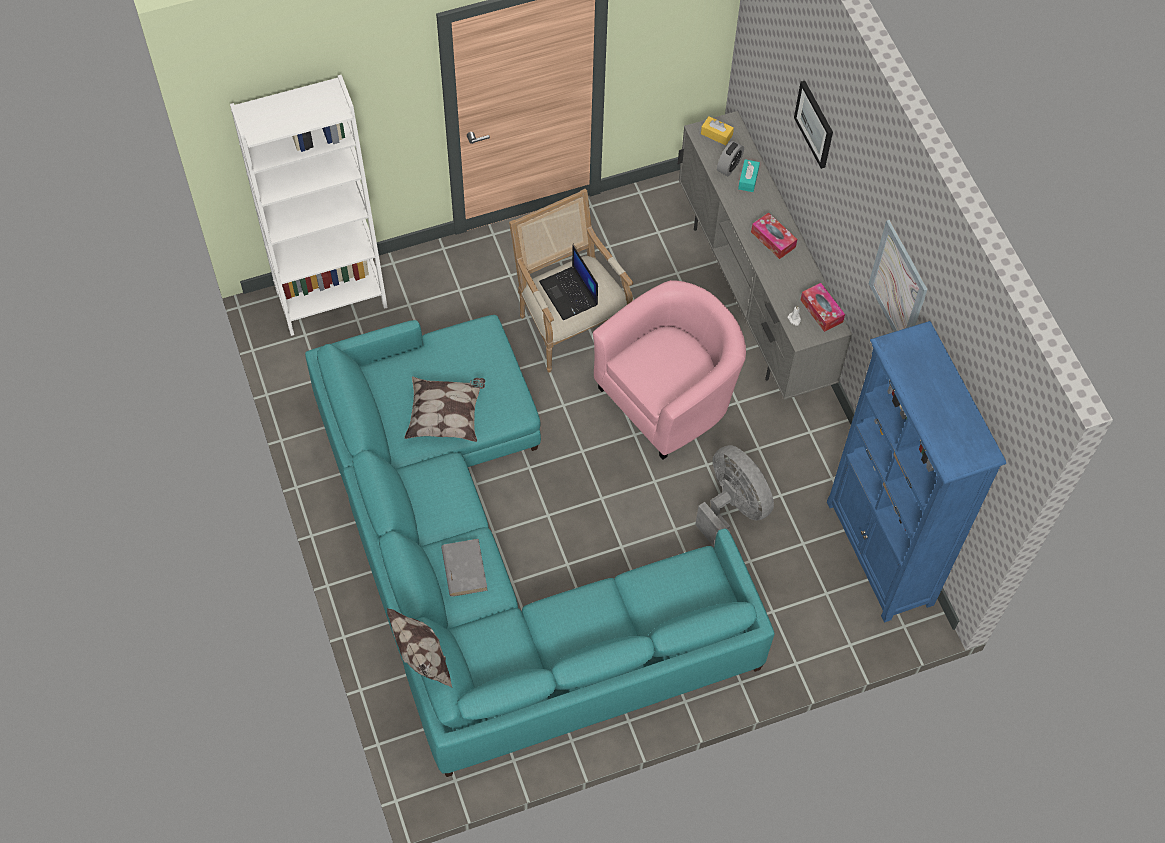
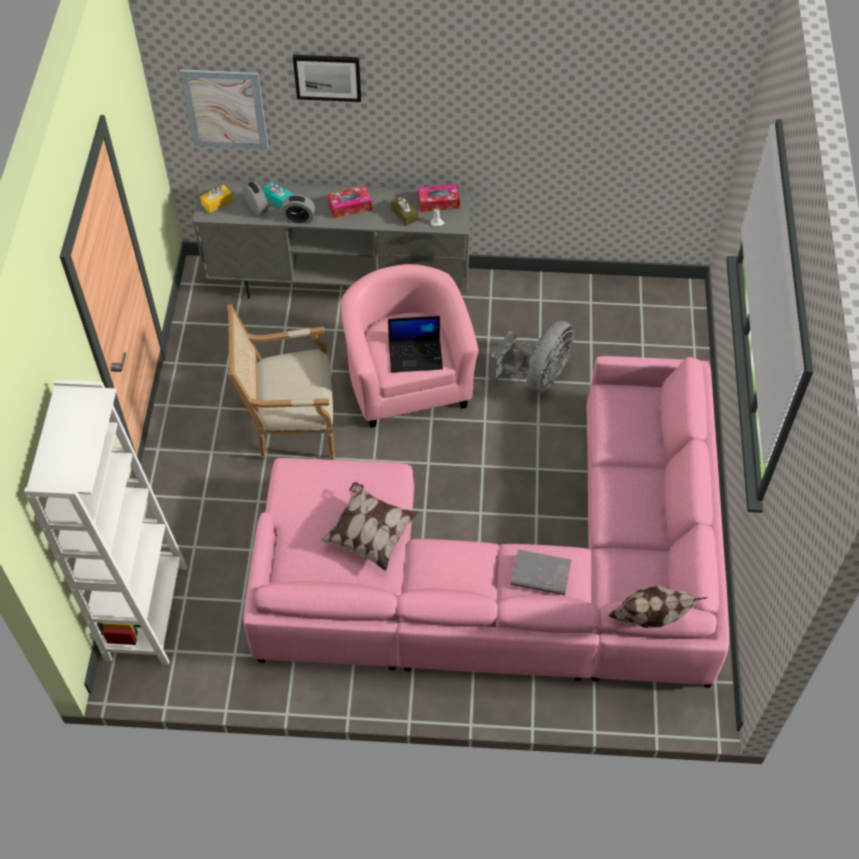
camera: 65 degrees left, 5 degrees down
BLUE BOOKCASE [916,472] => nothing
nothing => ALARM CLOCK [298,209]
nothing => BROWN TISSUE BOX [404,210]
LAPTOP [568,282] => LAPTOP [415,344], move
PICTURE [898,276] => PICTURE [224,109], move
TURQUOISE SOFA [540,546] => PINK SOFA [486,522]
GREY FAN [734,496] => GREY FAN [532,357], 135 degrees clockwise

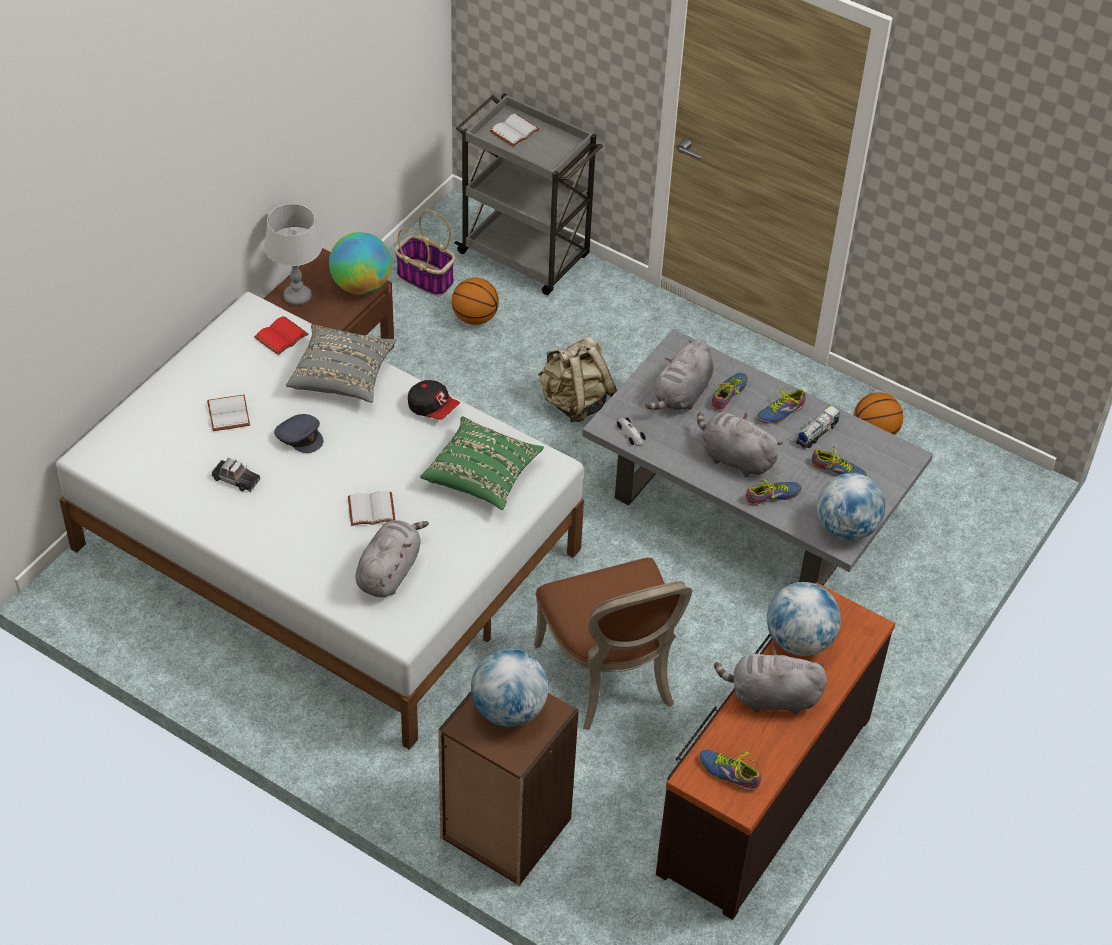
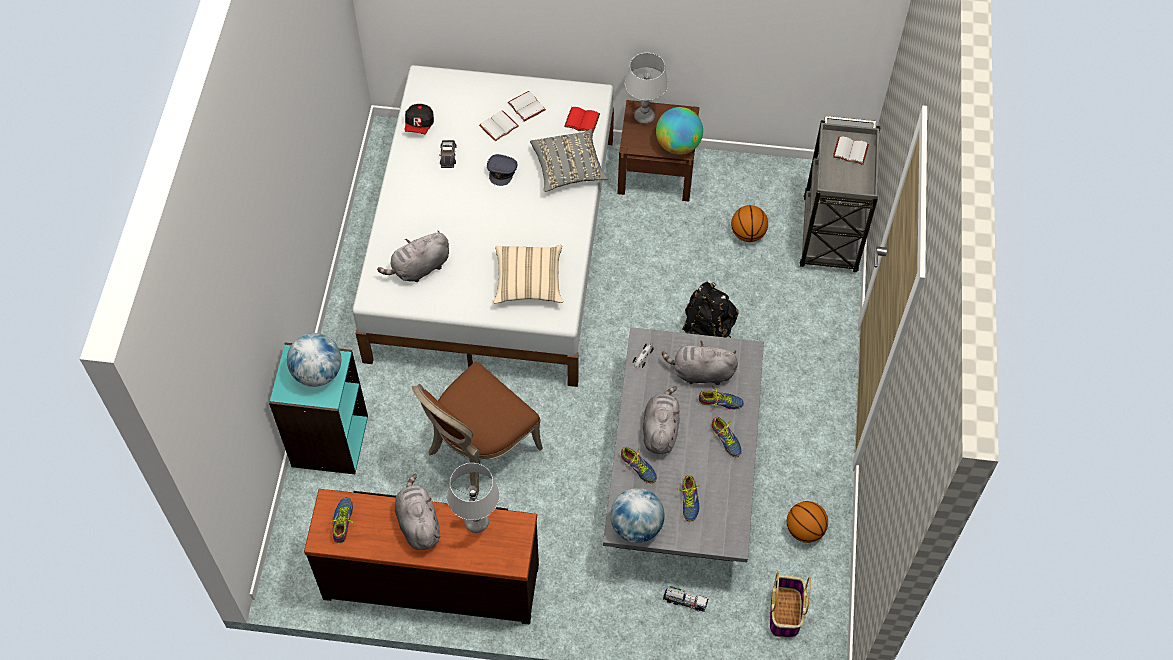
camera: 65 degrees right, 10 degrees up
WHITE BOOK [371,508] => WHITE BOOK [527,106], move
BASKET [425,253] => BASKET [790,604], move
CAP [434,399] => CAP [419,119], move
TOY TRUCK [817,427] => TOY TRUCK [685,598], move
GLOBE [804,619] => GREY TABLE LAMP [473,498]
GREEN PILLOW [482,463] => BEIGE PILLOW [528,274]
BROWN BOOKCASE [508,788] => TURQUOISE BOOKCASE [318,408]
BEIGE BACKPACK [577,379] => BLACK BACKPACK [710,309]
GREY PLUSH TOY [392,558] => GREY PLUSH TOY [413,256], 150 degrees clockwise
SHOE [781,403] => SHOE [727,437], 150 degrees counterclockwise

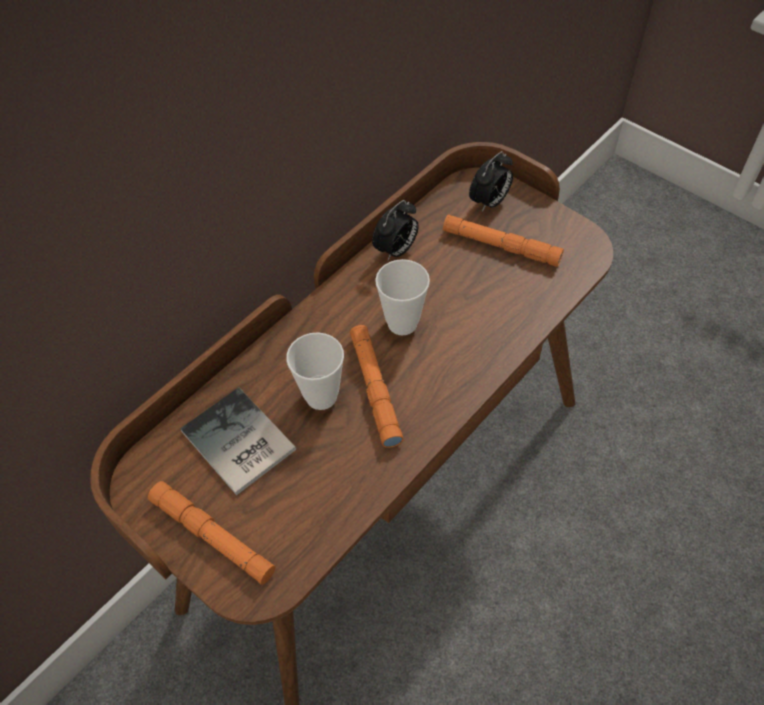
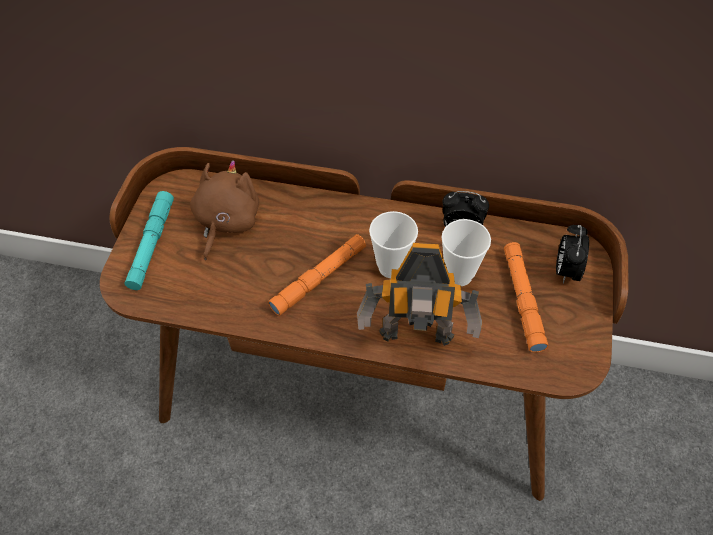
camera: 60 degrees right, 0 degrees up
nothing => TOY ROBOT [419,294]
CUP [315,371] => CUP [466,252], move
BOOK [238,441] => BROWN PLUSH TOY [224,210]
ORANGE FLASHLIGHT [211,533] => TURQUOISE FLASHLIGHT [149,240]
ALARM CLOCK [491,181] => ALARM CLOCK [572,254], 90 degrees clockwise

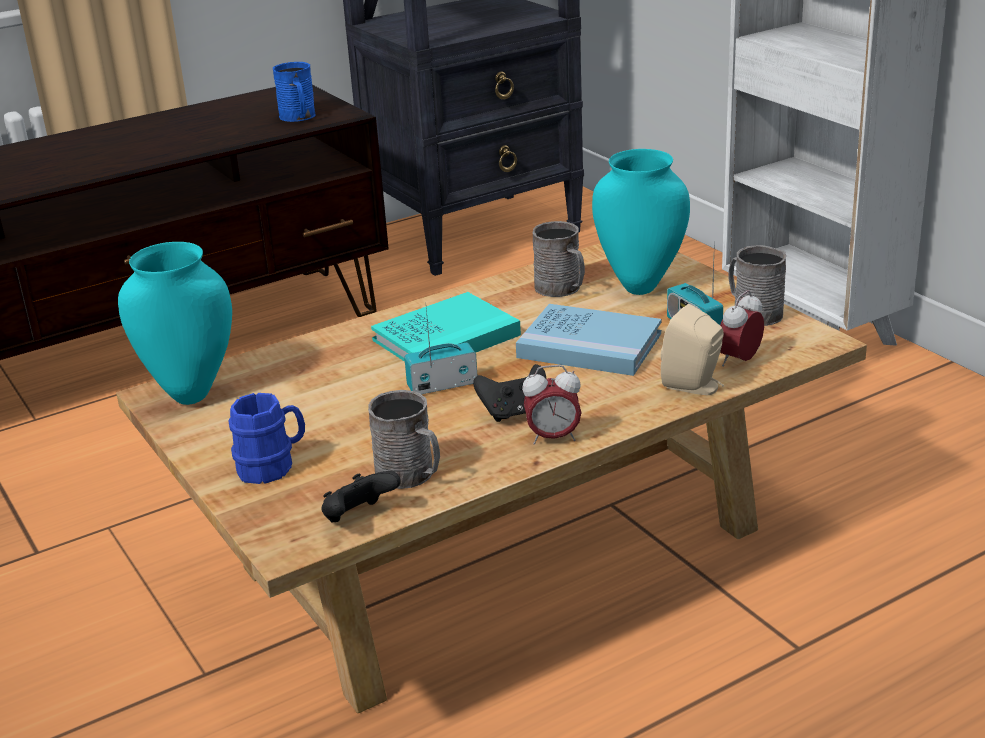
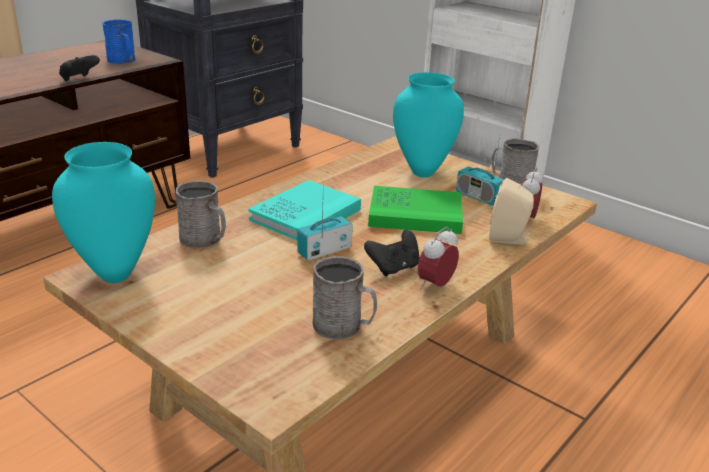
camera: 20 degrees left, 0 degrees up
BLUE MUG [267,438] => nothing
BLACK GAME CONTROLLER [361,496] => BLACK GAME CONTROLLER [79,68], move
GREY MUG [559,259] => GREY MUG [201,214], move
BLUE BOOK [588,340] => GREEN BOOK [415,210]
ALARM CLOCK [551,404] => ALARM CLOCK [438,258], 150 degrees clockwise

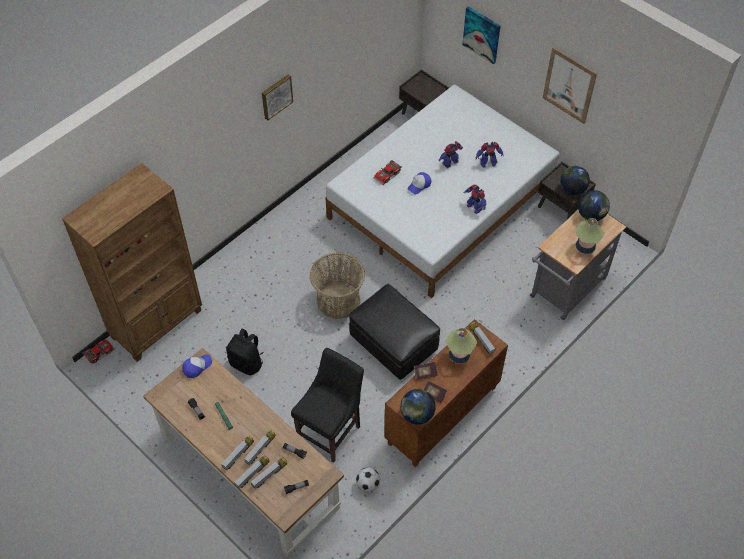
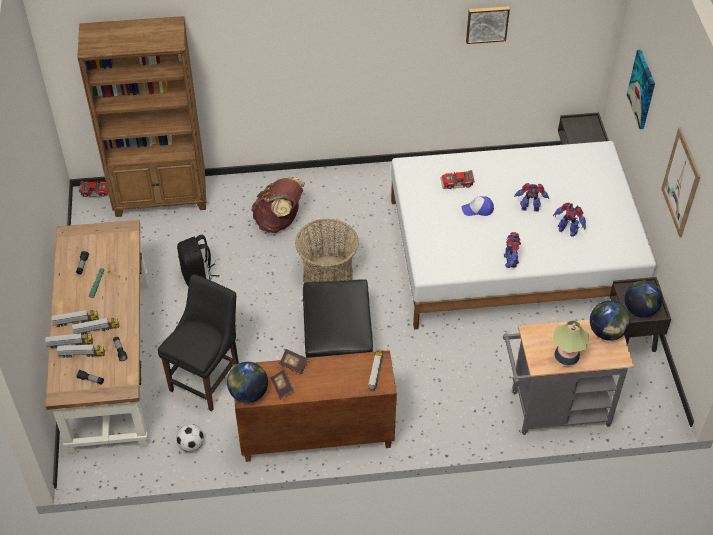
camera: 40 degrees right, 5 degrees down
CAP [197,366] => nothing
TABLE LAMP [461,346] => nothing
nothing => BROWN BACKPACK [278,204]
PICTURE [277,97] => PICTURE [488,25], move
BLACK CHAIR [327,405] => BLACK CHAIR [198,342], 45 degrees counterclockwise

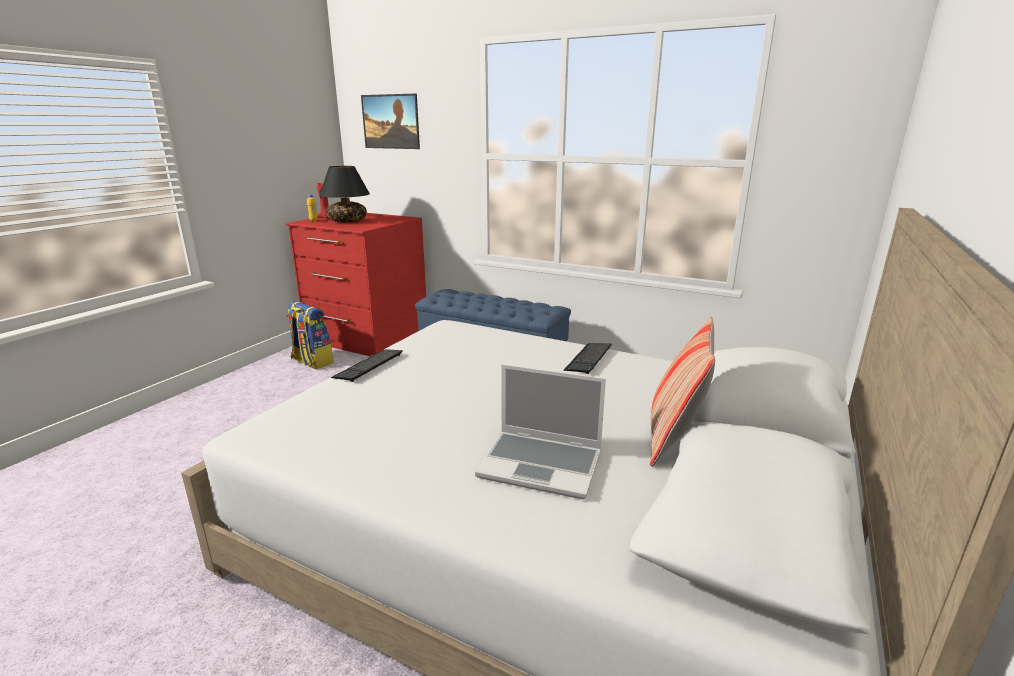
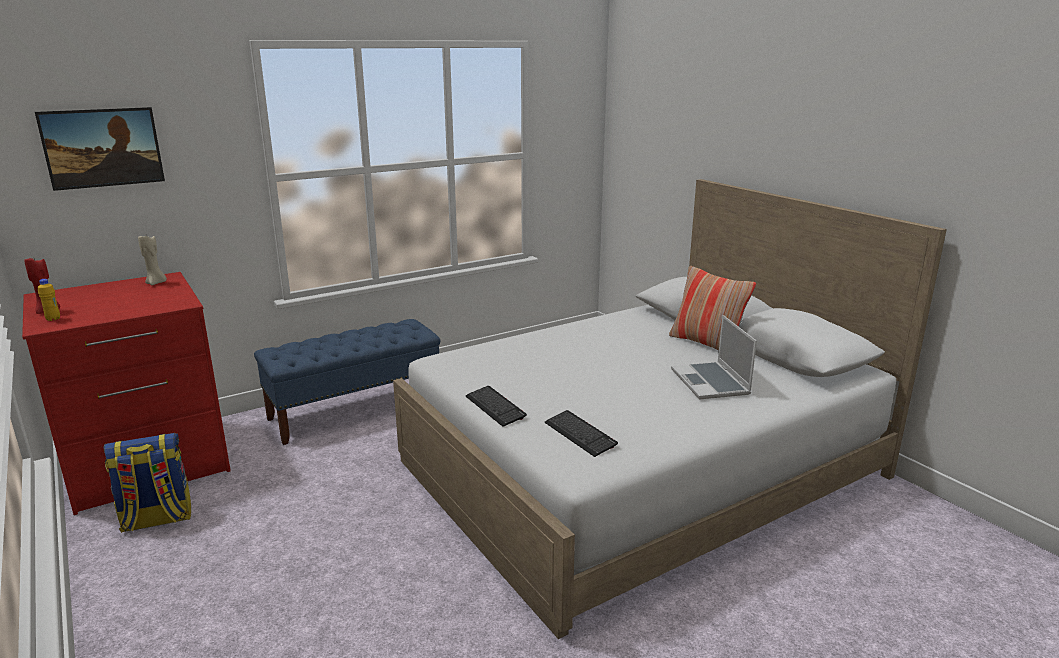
camera: 60 degrees left, 0 degrees up
BLACK TABLE LAMP [344,194] => nothing
nothing => BEIGE CANDLE [152,260]
KEYBOARD [588,358] => KEYBOARD [581,433], move
LAPTOP [540,431] => LAPTOP [714,357], 120 degrees clockwise

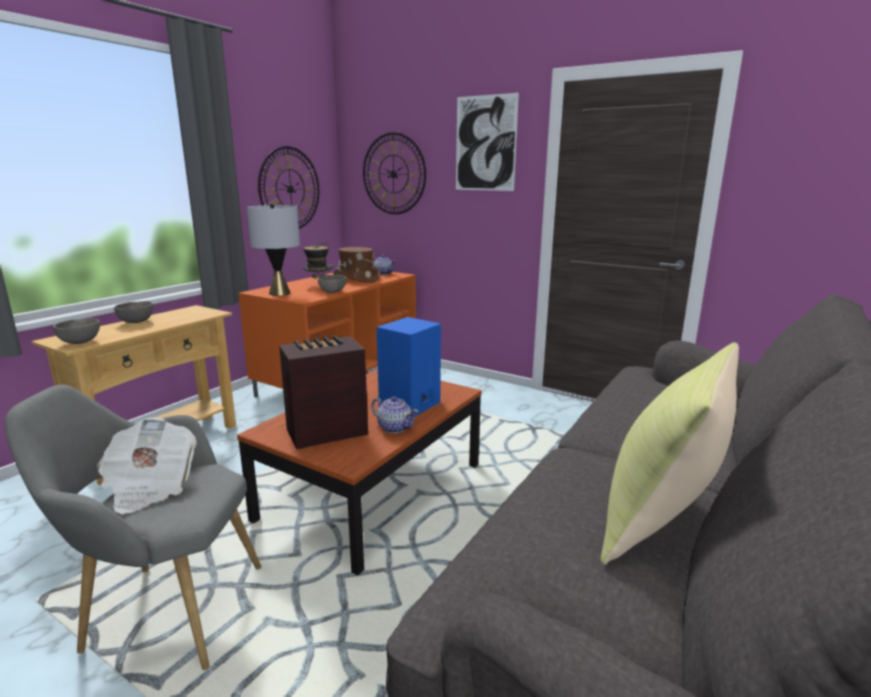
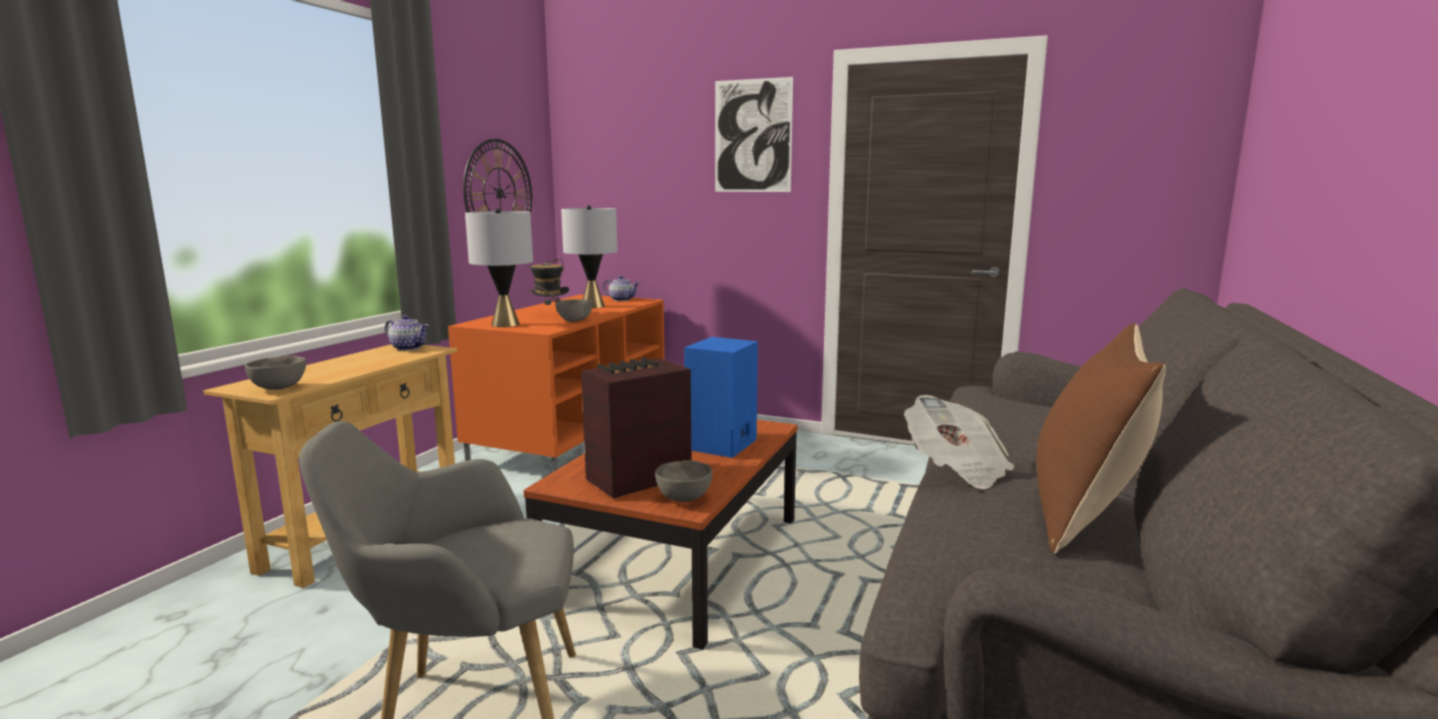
camera: 10 degrees left, 5 degrees down
WALL CLOCK [394,173] => nothing
NEWSPAPER [147,465] => NEWSPAPER [959,442], move
GREY BOWL [134,312] => GREY BOWL [684,481], move
TEAPOT [395,414] => TEAPOT [407,333], move
BROWN HAT [356,265] => GREY TABLE LAMP [589,256]
YELLOW PILLOW [670,454] => BROWN PILLOW [1101,438]

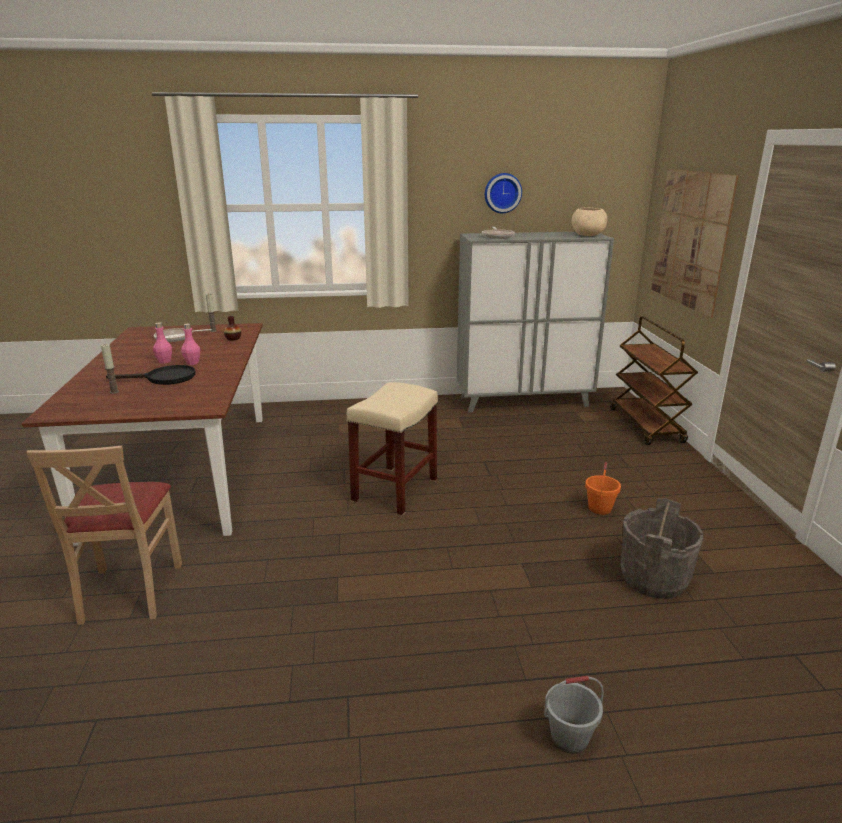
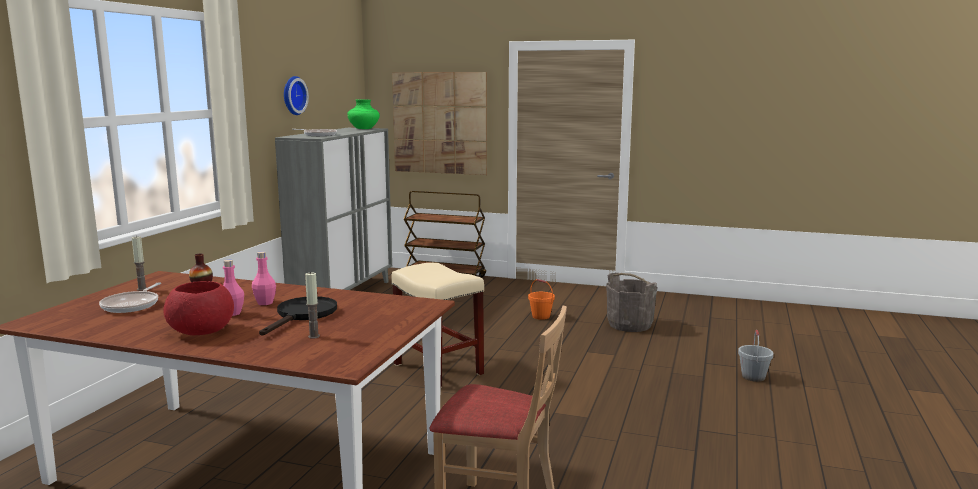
camera: 65 degrees left, 10 degrees down
nothing => RED BOWL [199,308]
BEIGE BOWL [589,222] => GREEN VASE [363,114]

